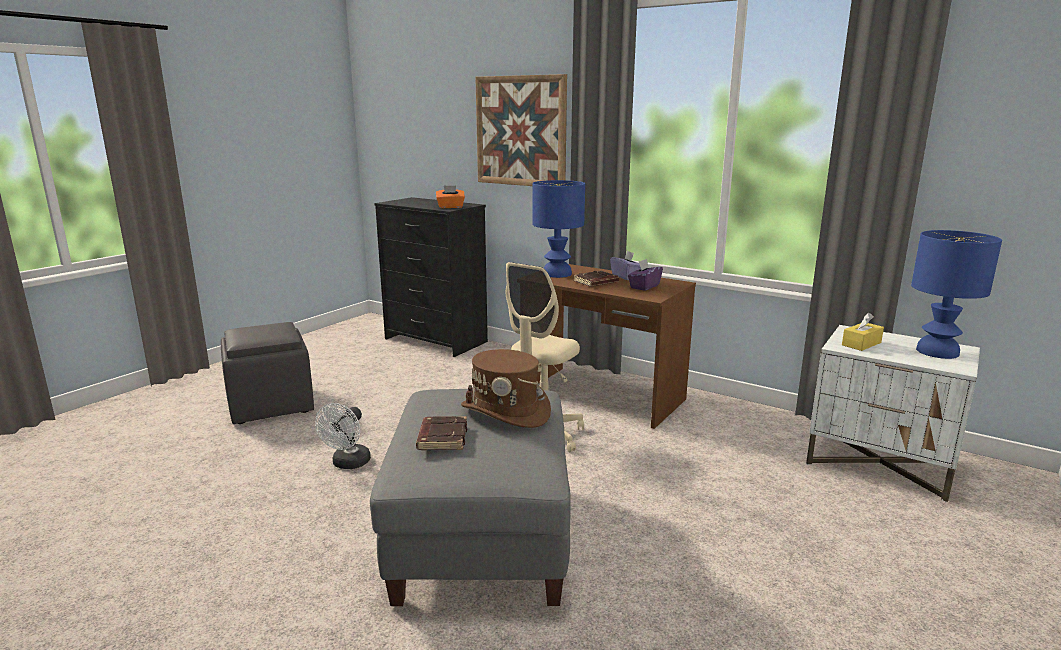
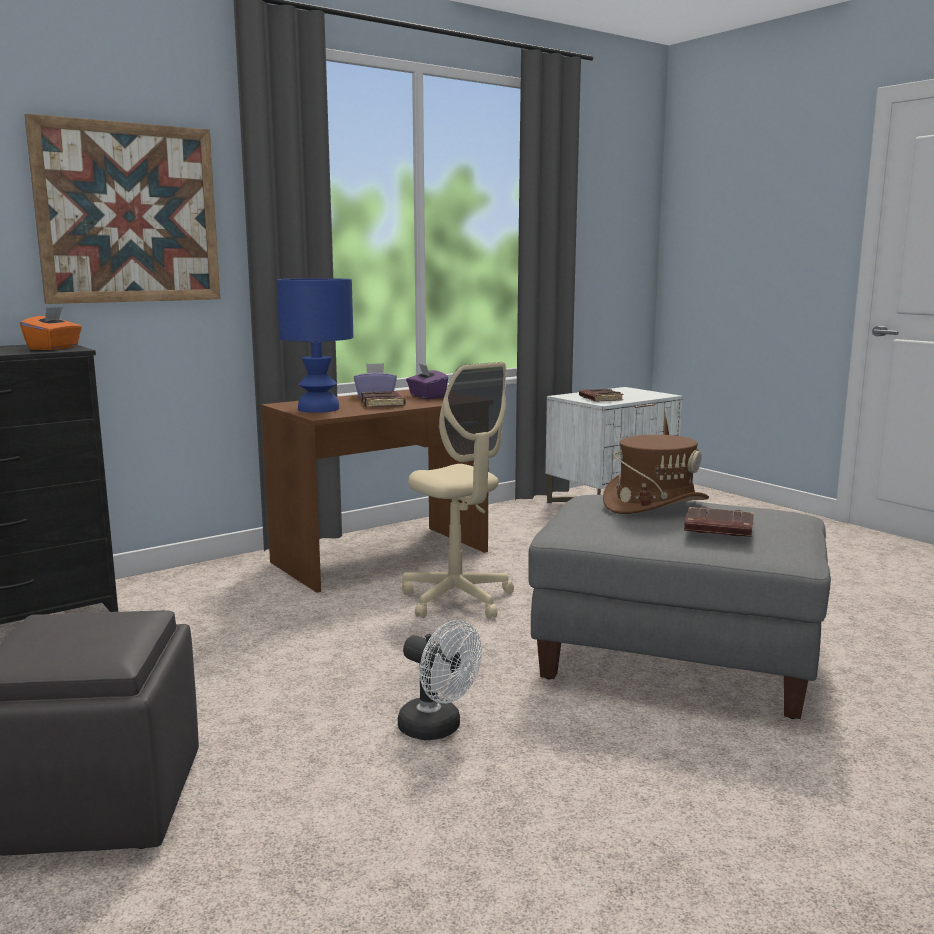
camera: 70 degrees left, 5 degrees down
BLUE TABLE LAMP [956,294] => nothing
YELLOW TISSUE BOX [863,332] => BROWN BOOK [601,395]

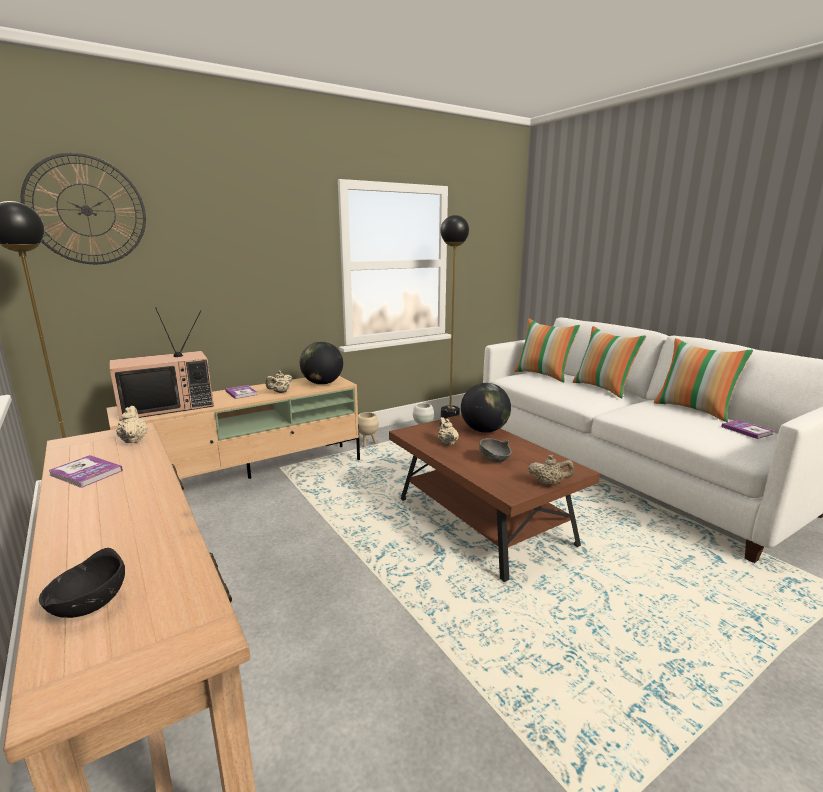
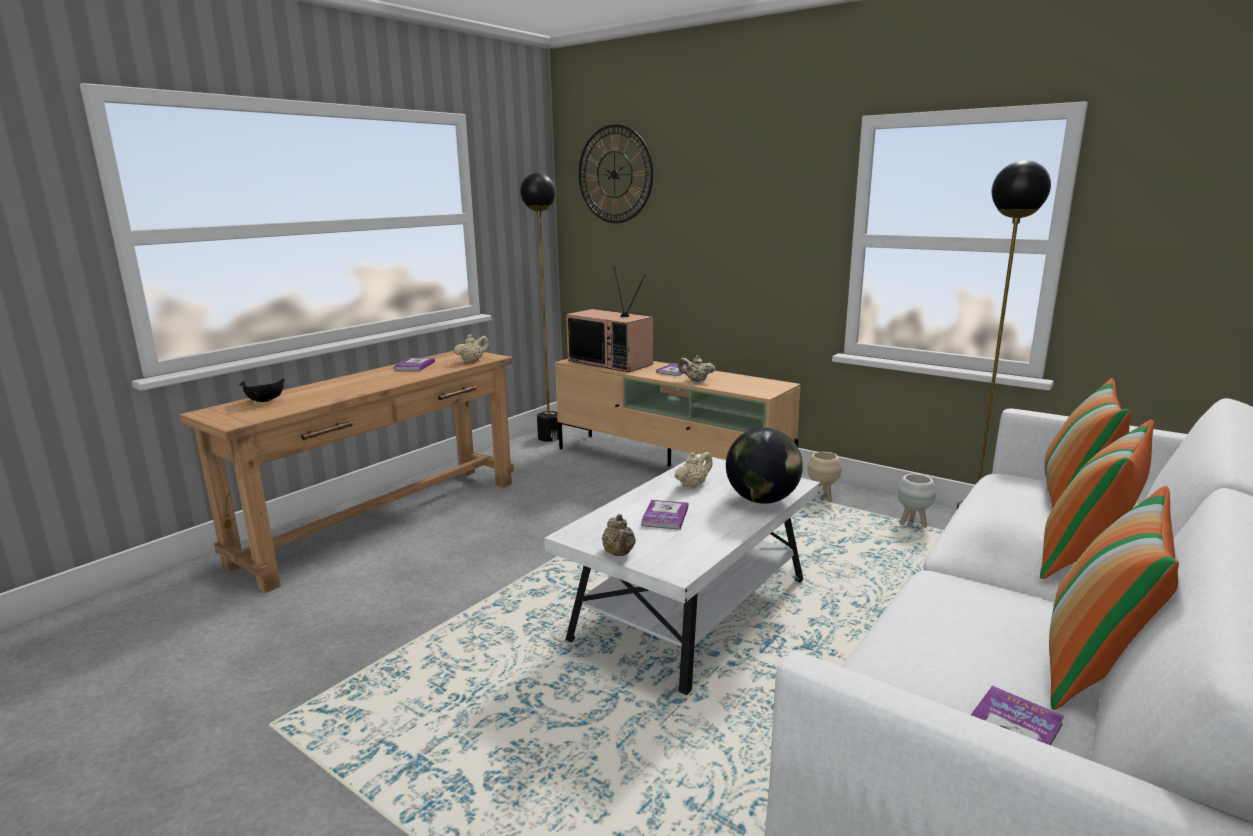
camera: 70 degrees right, 0 degrees up
GLOBE [321,363] => nothing
GREY BOWL [495,450] => BOOK [664,515]
BROWN COFFEE TABLE [494,498] => WHITE COFFEE TABLE [682,574]

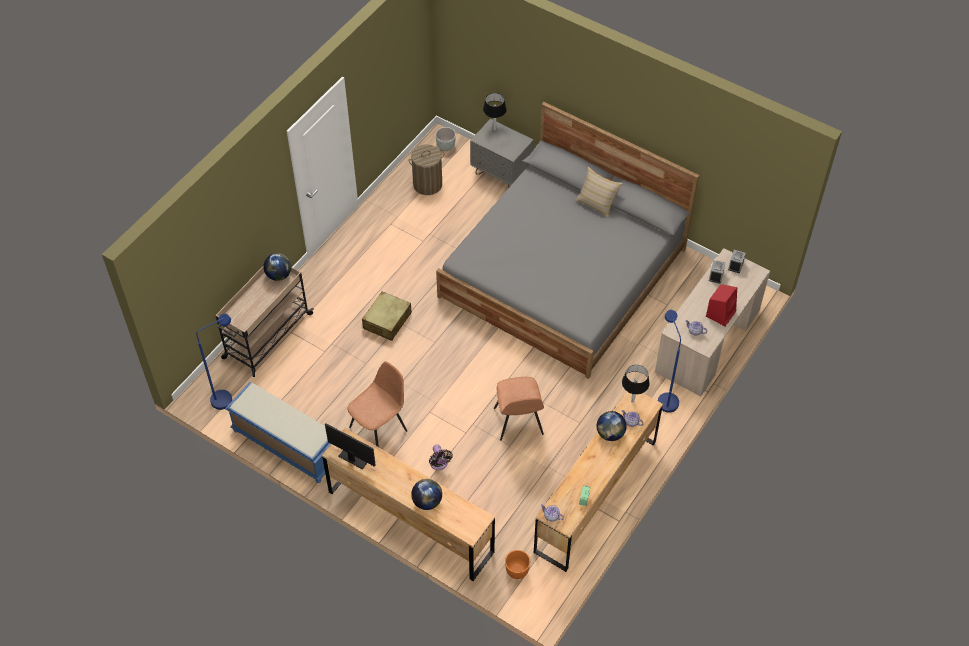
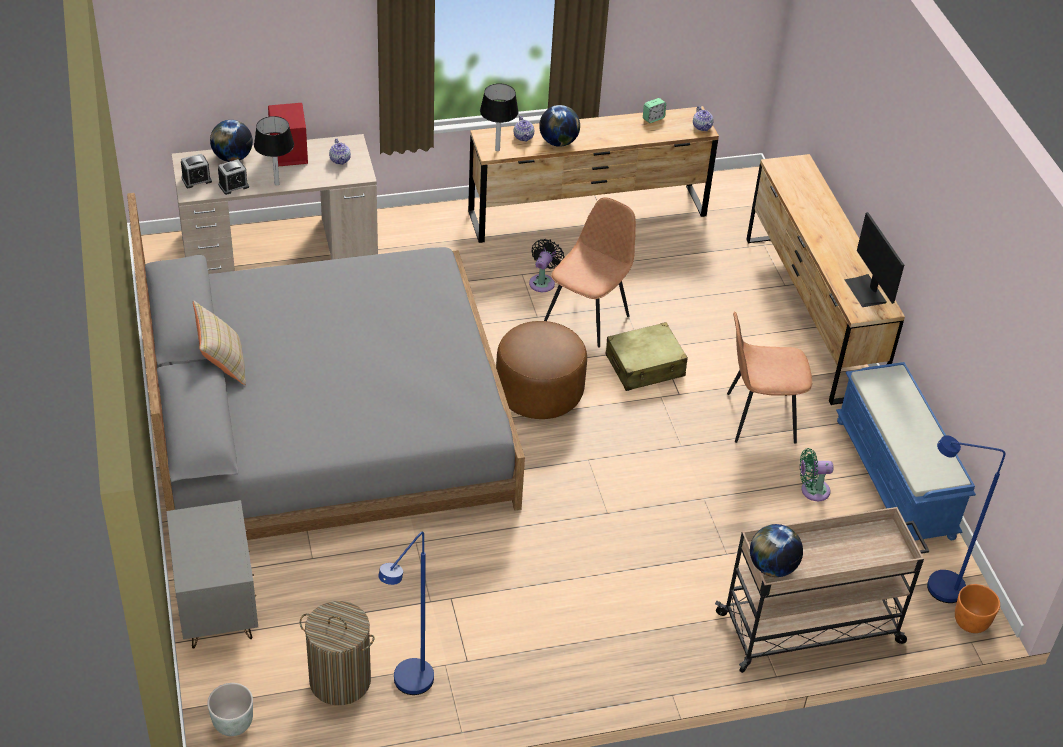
camera: 140 degrees left, 10 degrees down
nothing => BROWN OTTOMAN [541,370]
nothing => GREEN FAN [817,474]
BEIGE SUITCASE [387,316] => BEIGE SUITCASE [646,356], move
GLOBE [426,494] => GLOBE [231,141], move
BLACK FAN [441,457] => BLACK FAN [547,265], move
BLACK TABLE LAMP [495,112] => BLACK TABLE LAMP [274,150], move
ORANGE PLANTER [517,564] => ORANGE PLANTER [977,608], move
BLUE FLOOR LAMP [669,361] => BLUE FLOOR LAMP [406,613], move

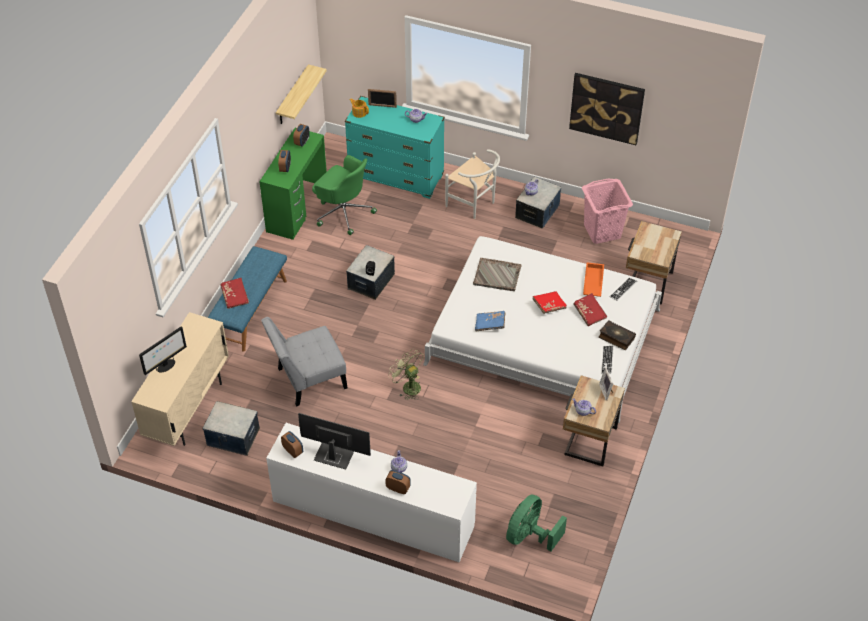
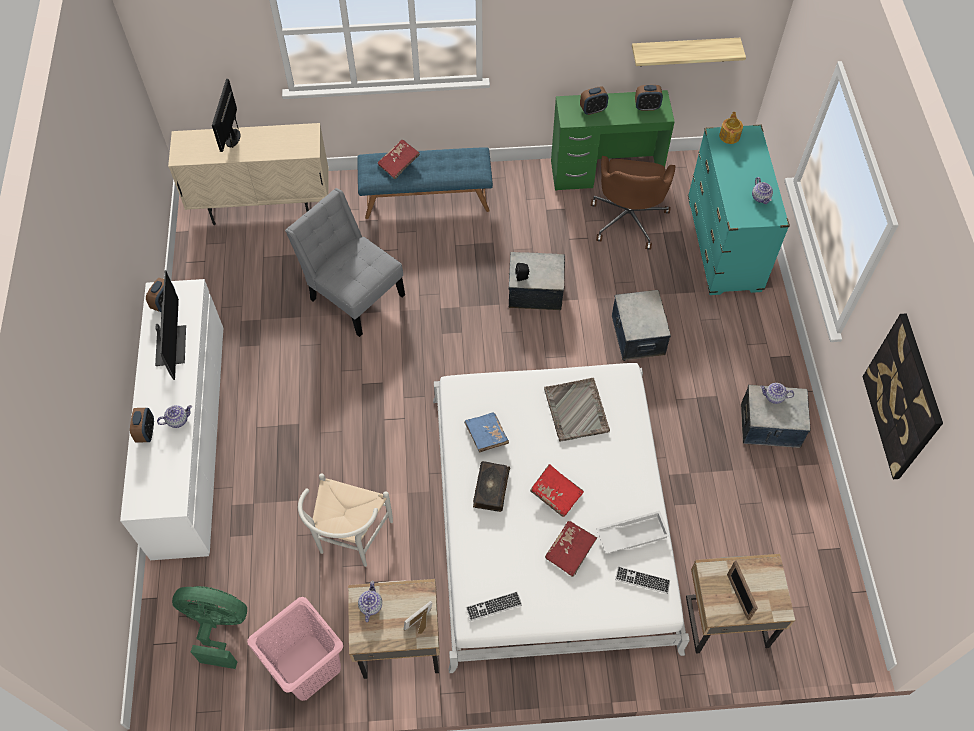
camera: 65 degrees right, 10 degrees up
GREEN FAN [405,374] => nothing
STORAGE BOX [231,428] => STORAGE BOX [641,325], move
PICTURE FRAME [382,98] => PICTURE FRAME [742,590], move
WHITE CHAIR [472,184] => WHITE CHAIR [345,520], move
PINK LAUNDRY BASKET [607,211] => PINK LAUNDRY BASKET [295,649], move
BOOK [617,335] => BOOK [491,486], move
GREEN OFFICE CHAIR [344,195] => BROWN OFFICE CHAIR [633,203]
ORANGE TRAY [593,280] => WHITE TRAY [633,532]
MONITOR [163,350] => MONITOR [226,115], 75 degrees clockwise

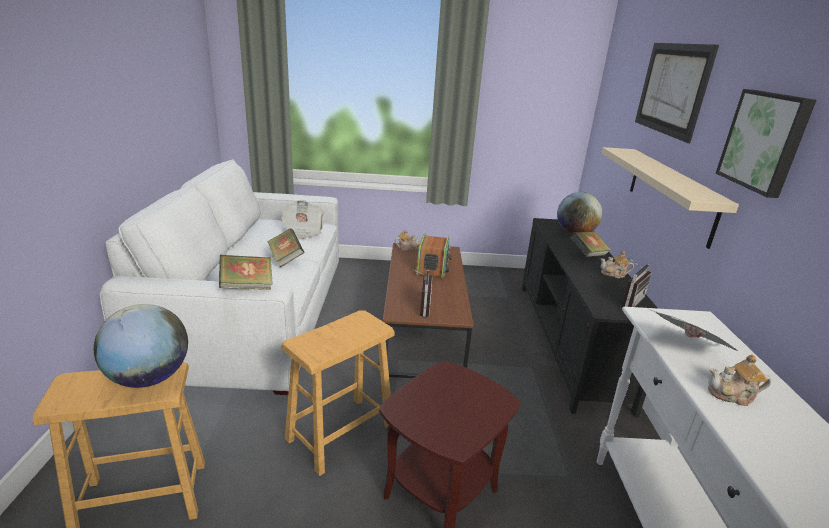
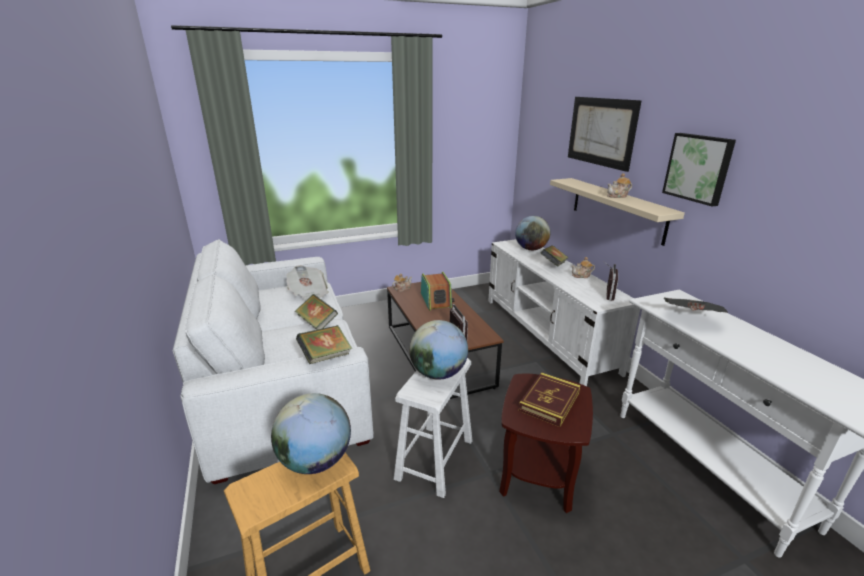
camera: 20 degrees left, 0 degrees up
nothing => GLOBE [438,349]
nothing => BOOK [550,399]
TEAPOT [740,380] => TEAPOT [619,185], move
BROWN STOOL [338,393] => WHITE STOOL [433,428]
BLACK TV STAND [589,317] => WHITE TV STAND [564,312]

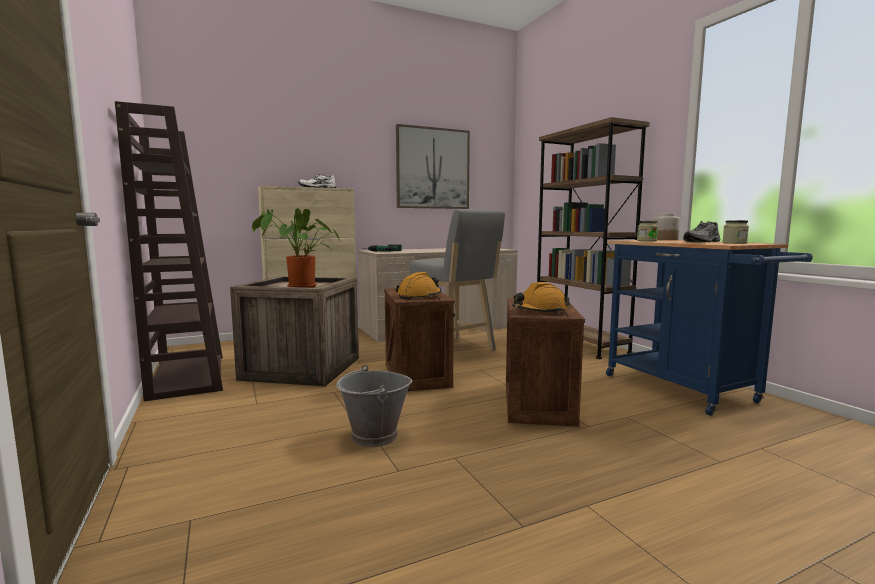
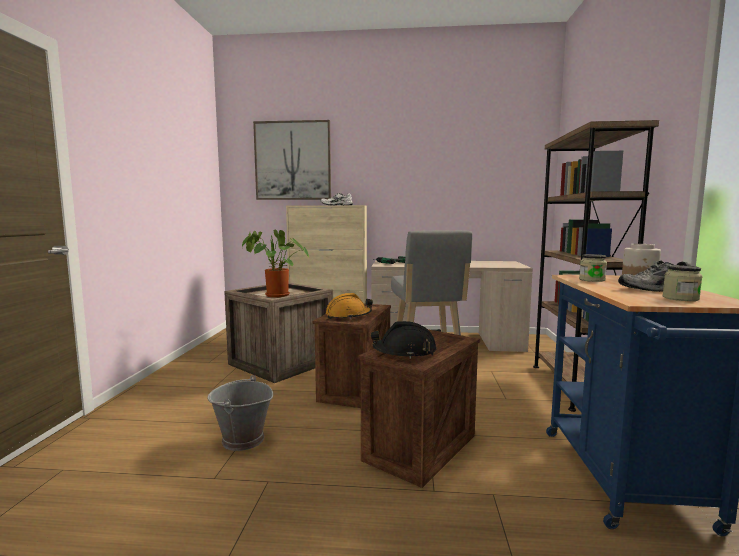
camera: 30 degrees right, 0 degrees up
BROWN BOOKCASE [169,251] => nothing
PICTURE [433,166] => PICTURE [292,160], move
ORANGE HARD HAT [541,297] => BLACK HARD HAT [403,340]

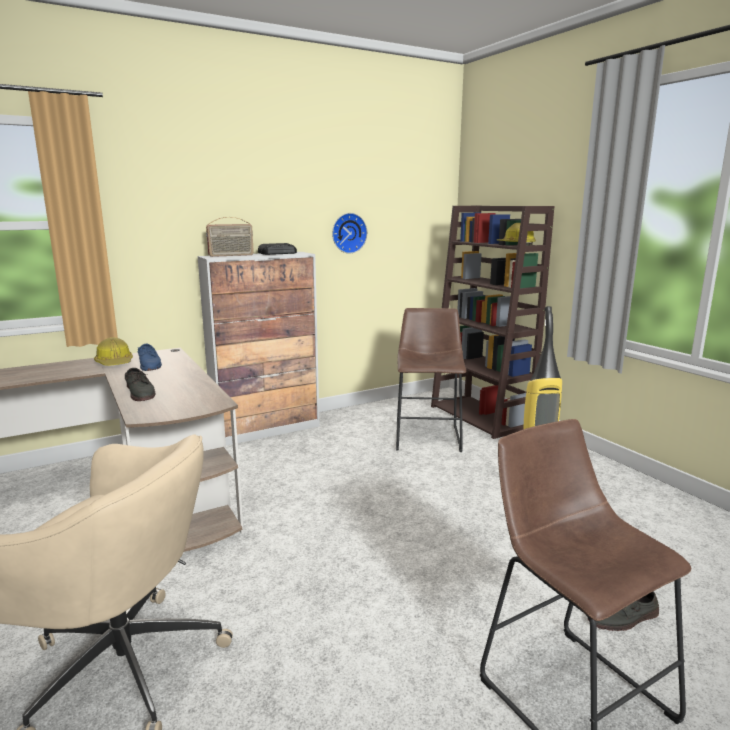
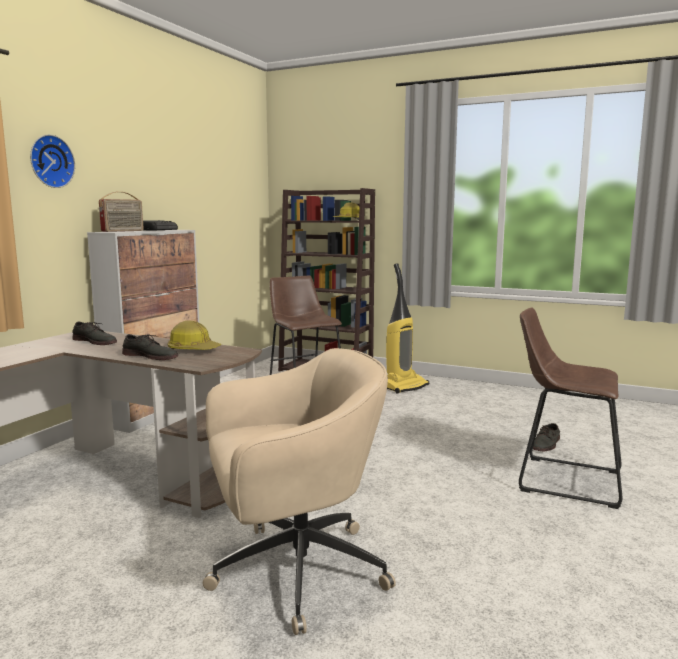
camera: 35 degrees left, 5 degrees down
HARD HAT [113,351] => HARD HAT [194,335], move
WALL CLOCK [349,233] => WALL CLOCK [52,161], move
BLUE SHOE [149,357] => GREY SHOE [94,333]

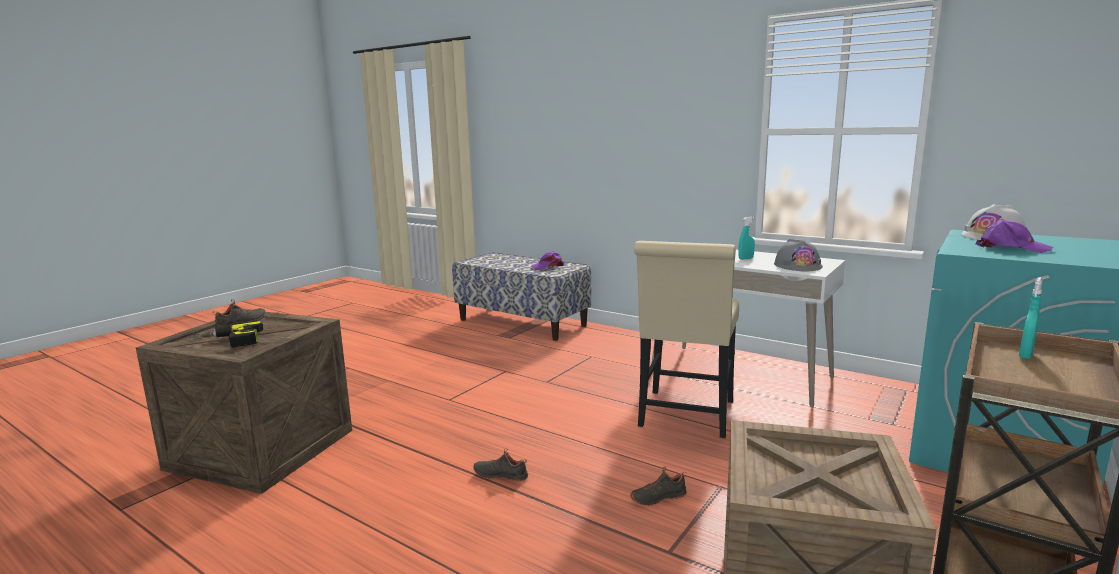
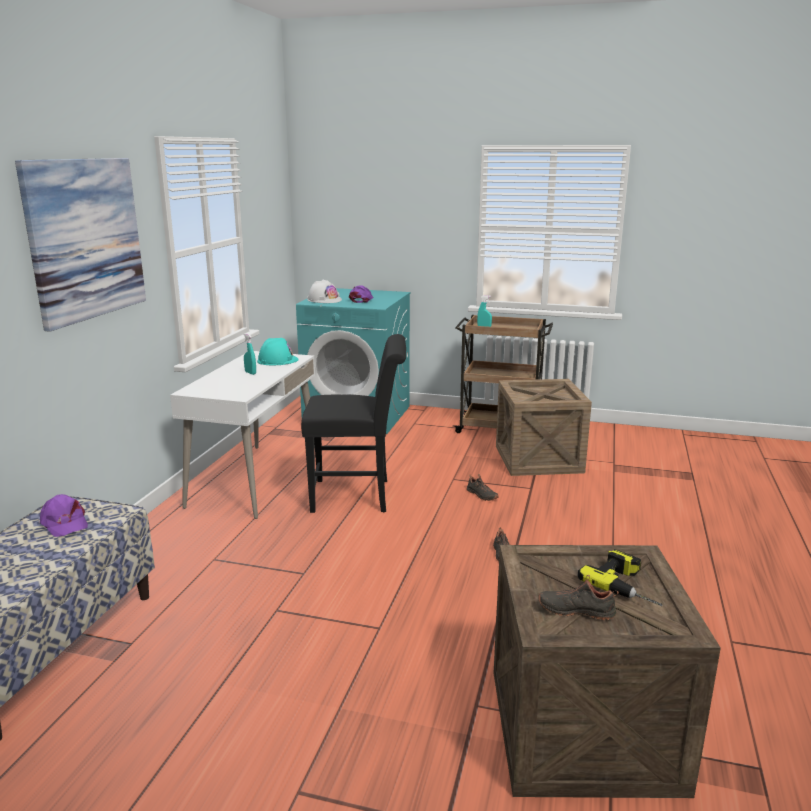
camera: 110 degrees left, 5 degrees up
nothing => PICTURE [80,245]
BEIGE CHAIR [686,339] => BLACK CHAIR [353,423]
GREY HARD HAT [798,254] => TURQUOISE HARD HAT [278,351]

